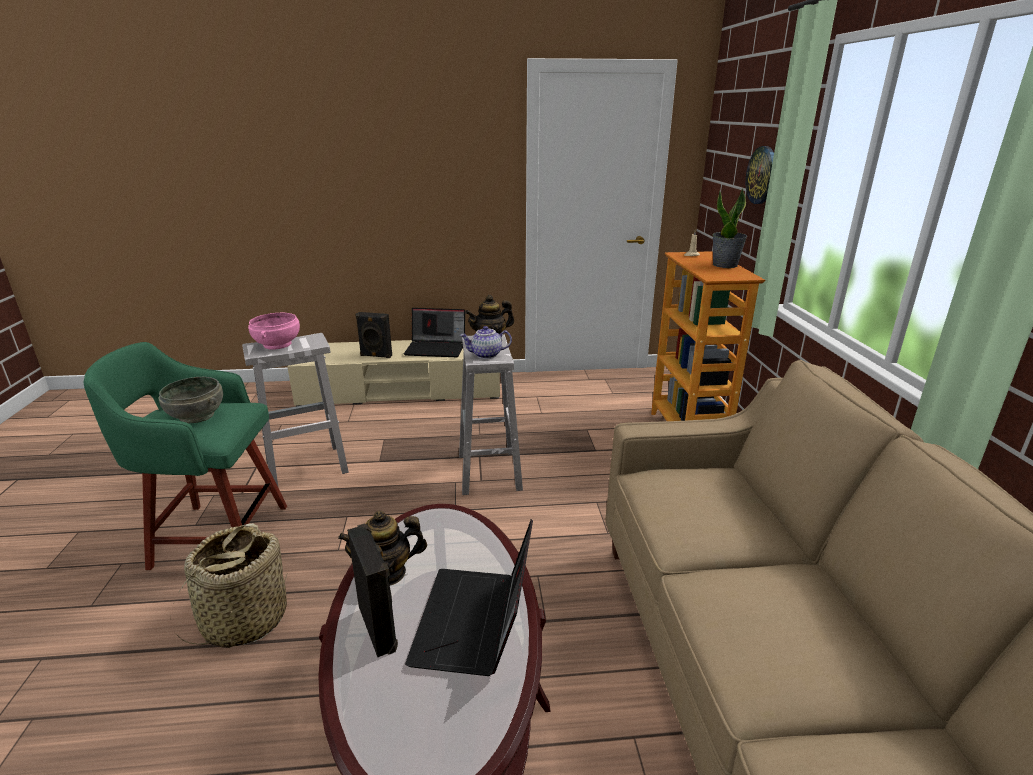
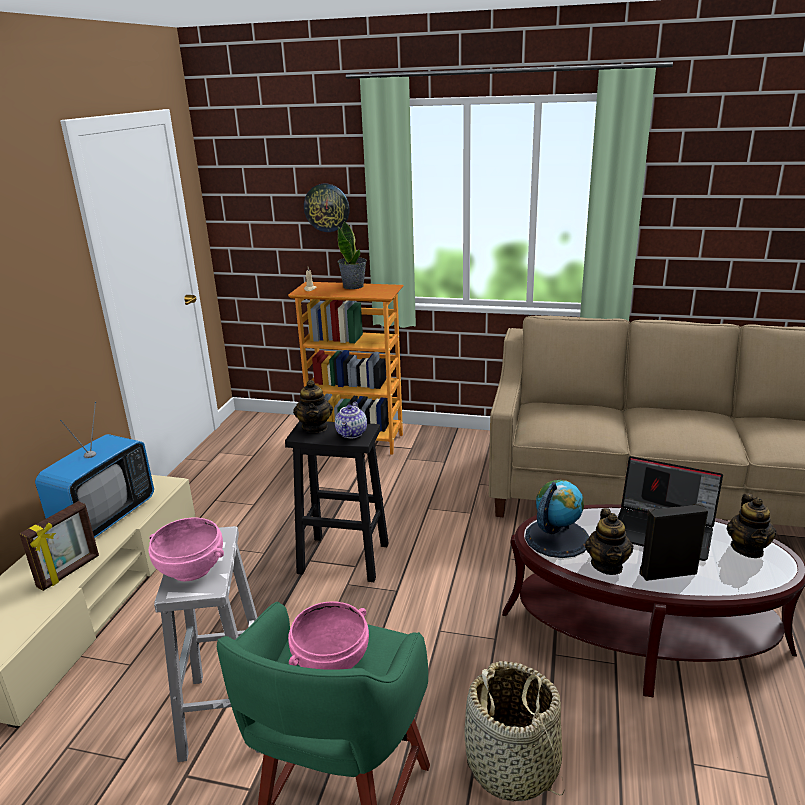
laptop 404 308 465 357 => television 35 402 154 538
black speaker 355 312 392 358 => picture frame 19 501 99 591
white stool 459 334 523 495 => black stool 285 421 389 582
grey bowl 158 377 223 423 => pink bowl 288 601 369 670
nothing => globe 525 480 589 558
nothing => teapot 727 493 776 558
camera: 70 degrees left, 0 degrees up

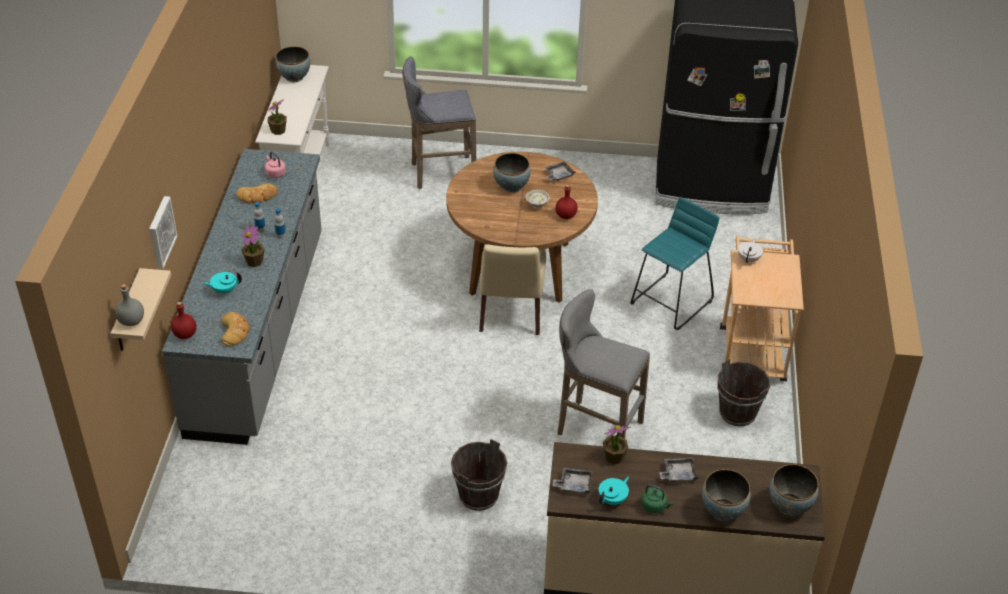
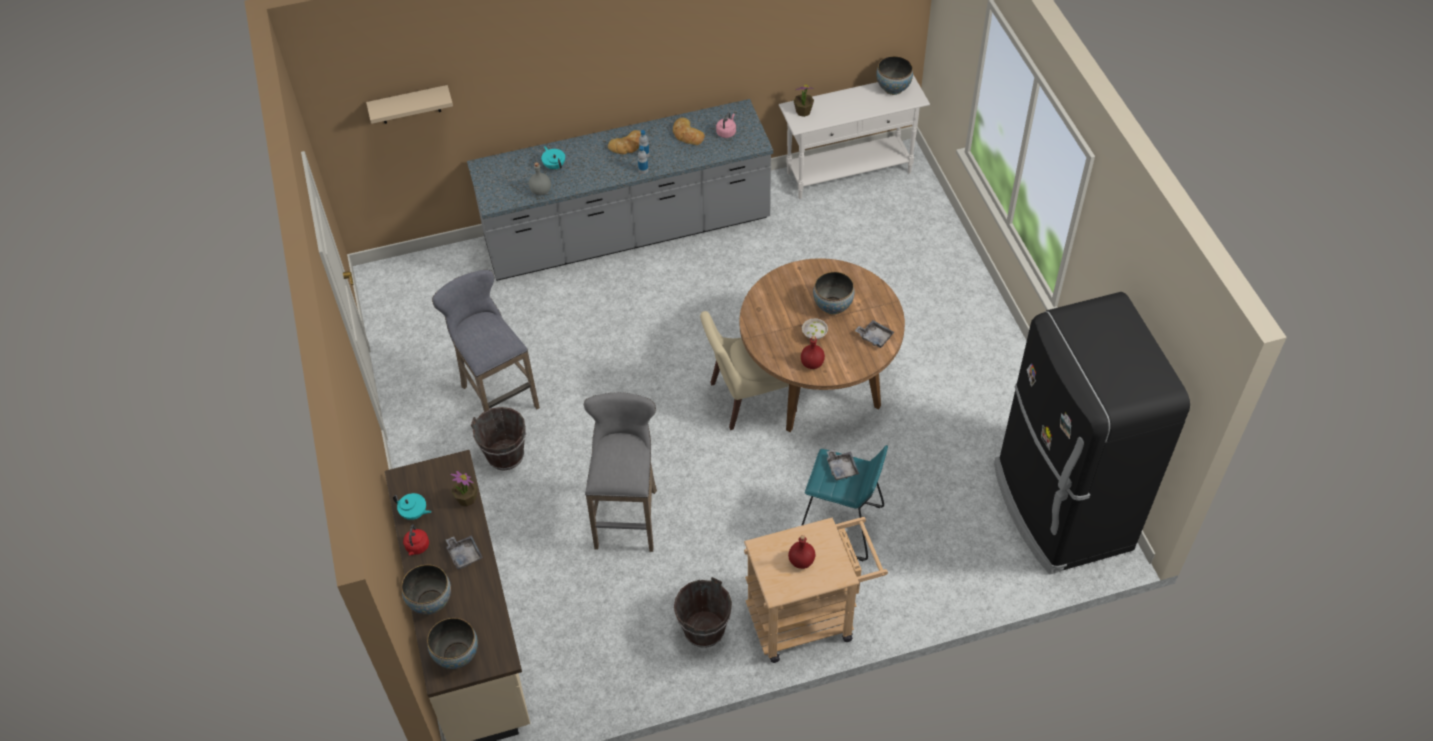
grey stool 402 56 476 189 => grey stool 432 270 540 412, moved
picture 149 196 177 269 => nothing
potted plant 241 225 265 267 => nothing
white teapot 738 238 763 263 => nothing
grey bottle 115 284 144 326 => grey bottle 529 162 551 196, moved
red bottle 171 302 197 339 => red bottle 788 535 815 569, moved
bread 221 312 250 347 => bread 608 130 641 154, moved
grey tray 553 467 593 494 => grey tray 826 450 859 480, moved
green kettle 641 484 674 514 => red kettle 403 524 429 555
camera: 70 degrees right, 10 degrees up

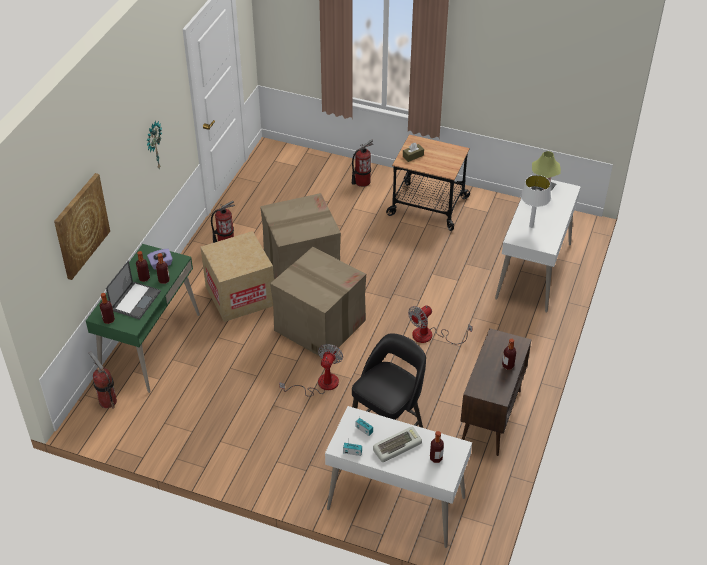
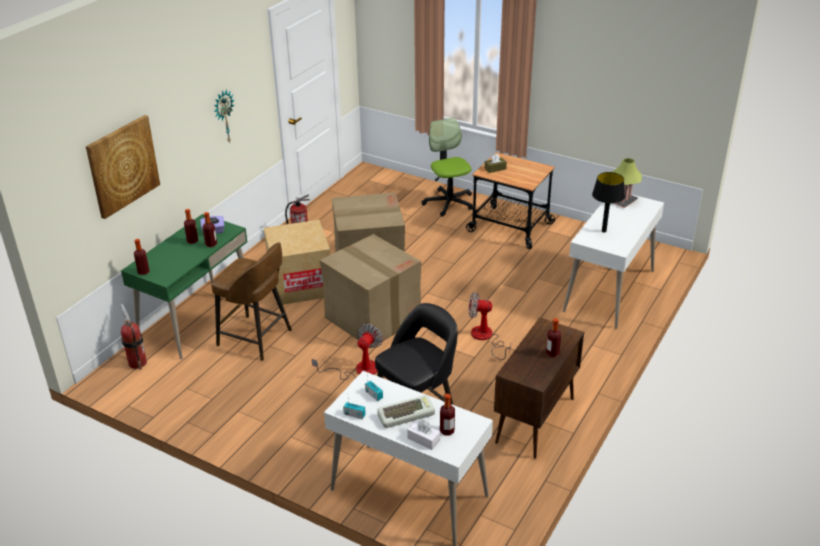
fire extinguisher 352 140 374 187 => office chair 422 118 473 216
white table lamp 521 175 551 228 => black table lamp 592 172 625 233
laptop 106 260 161 320 => nothing
fan 408 305 473 344 => fan 469 292 511 360, 45 degrees clockwise
nothing => brown stool 211 242 292 361
nothing => white tissue box 407 420 440 450
camera: 10 degrees right, 10 degrees down

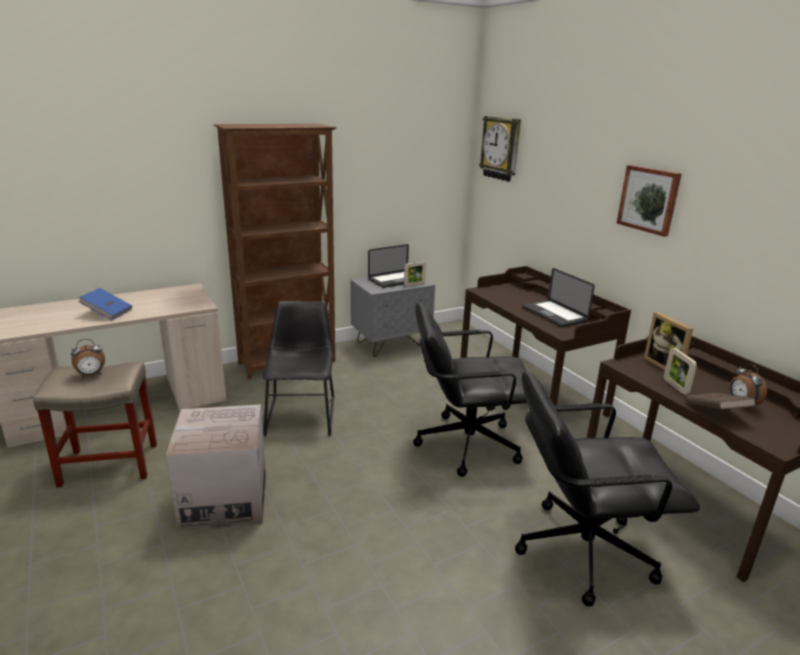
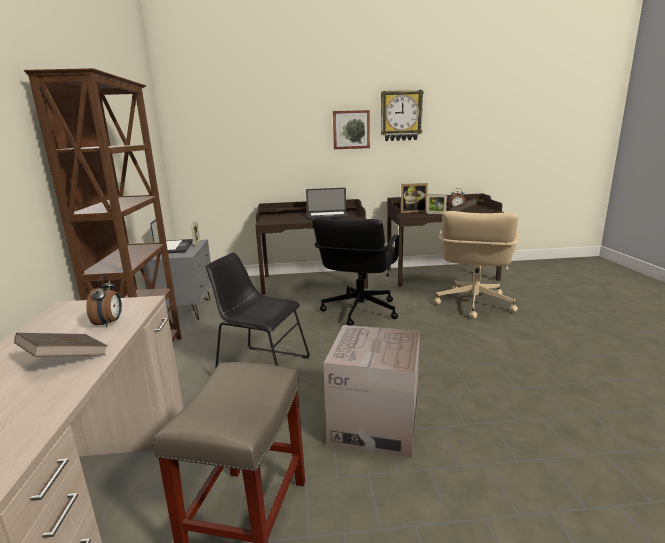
wall clock 479 116 521 182 => wall clock 381 90 424 141, moved
blue book 78 288 132 320 => brown book 14 333 108 357
alarm clock 71 339 105 377 => alarm clock 86 276 122 327, moved
black office chair 515 371 700 606 => beige office chair 434 211 520 318
camera: 65 degrees left, 5 degrees down

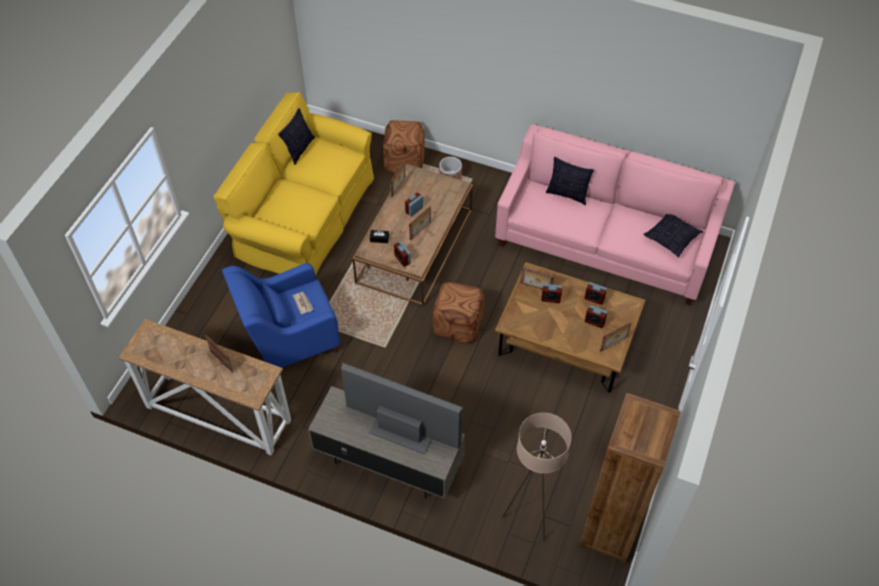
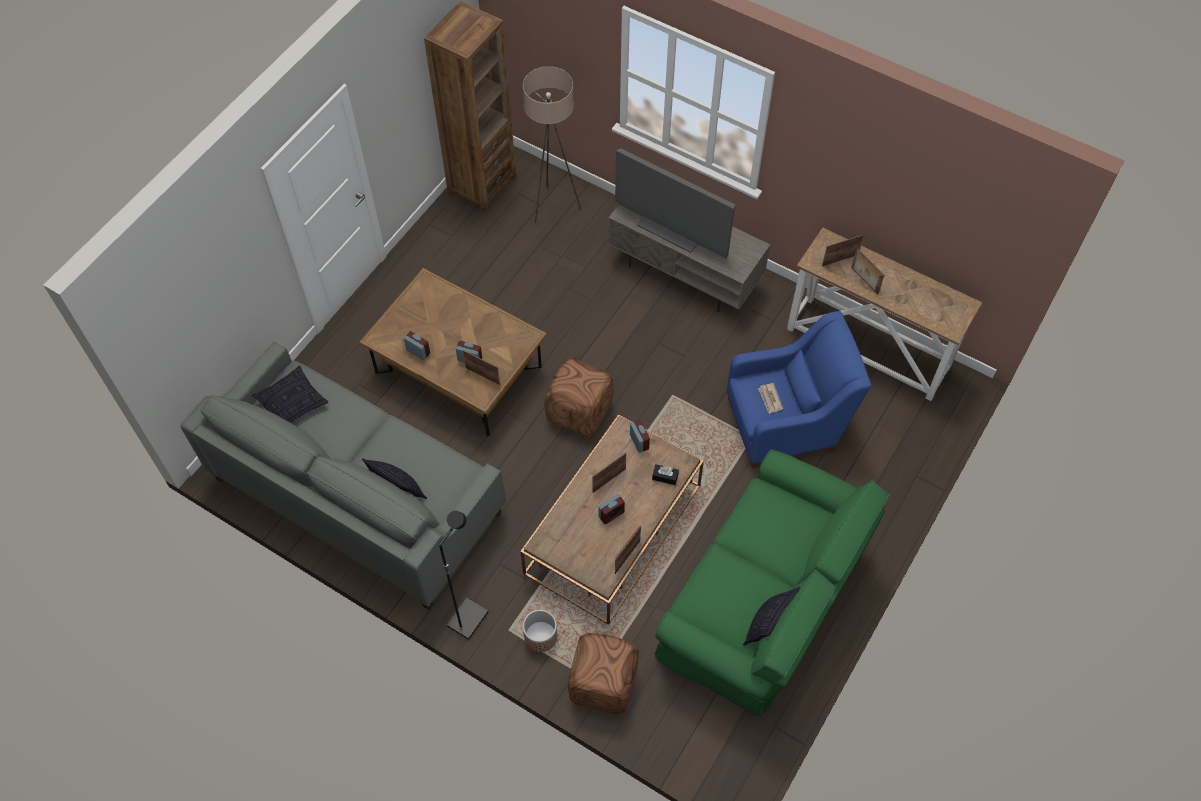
yellow sofa 214 92 374 276 => green sofa 655 449 890 717
pink sofa 495 124 735 305 => grey sofa 181 342 506 610
alarm clock 585 305 608 328 => nothing
picture frame 600 322 632 352 => picture frame 822 234 864 266, moved
nothing => black floor lamp 439 511 488 640
camera: 170 degrees left, 5 degrees up

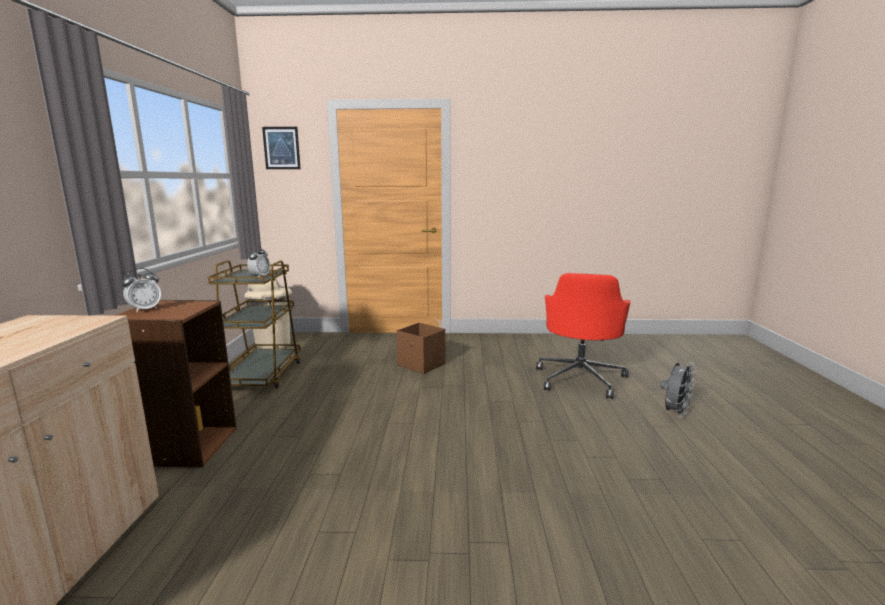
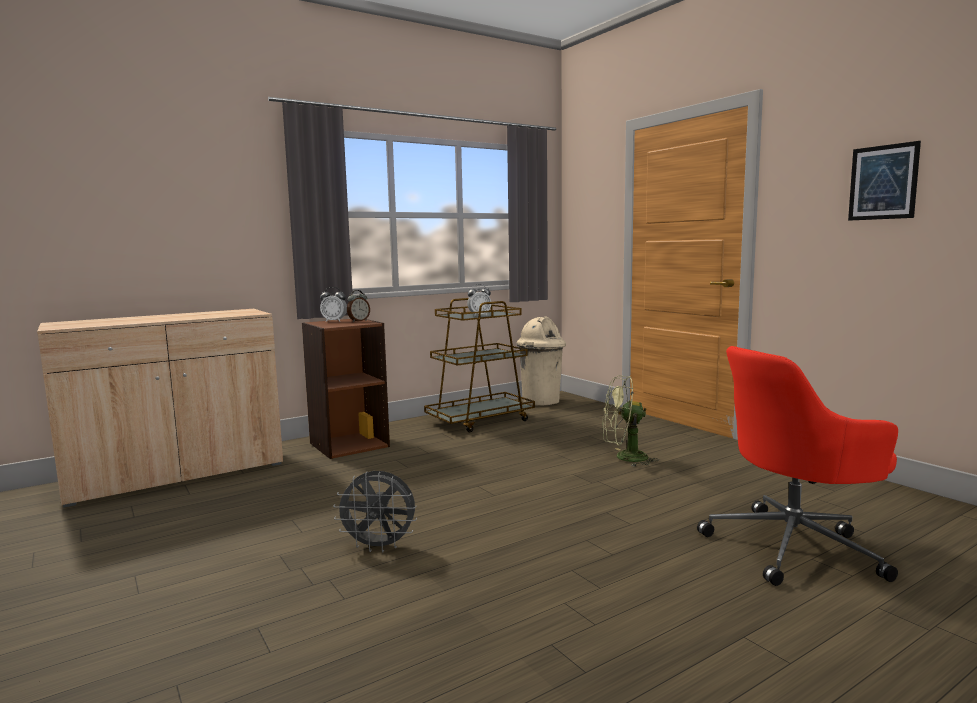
picture 262 127 301 169 => picture 848 141 921 221, moved
brown storage box 396 323 445 374 => green fan 602 375 659 467
grey fan 660 362 696 418 => grey fan 333 471 417 552, moved
nothing => alarm clock 347 290 370 322
camera: 55 degrees right, 5 degrees down

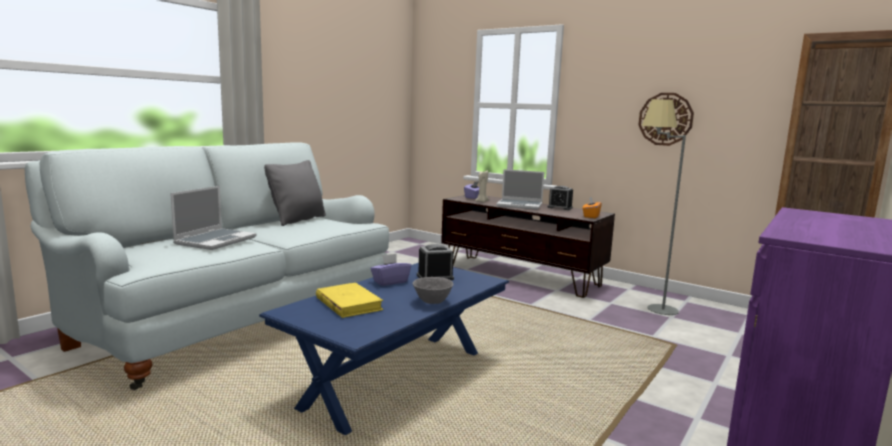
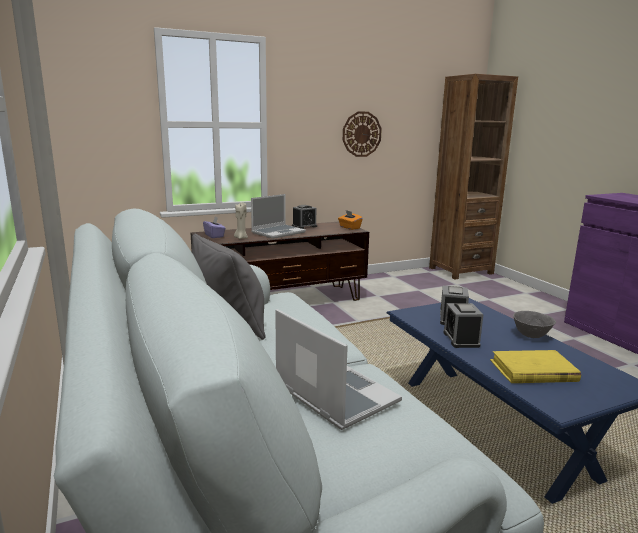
grey floor lamp 642 99 686 315 => nothing
purple tissue box 370 254 411 286 => alarm clock 443 303 484 348
camera: 60 degrees left, 5 degrees up

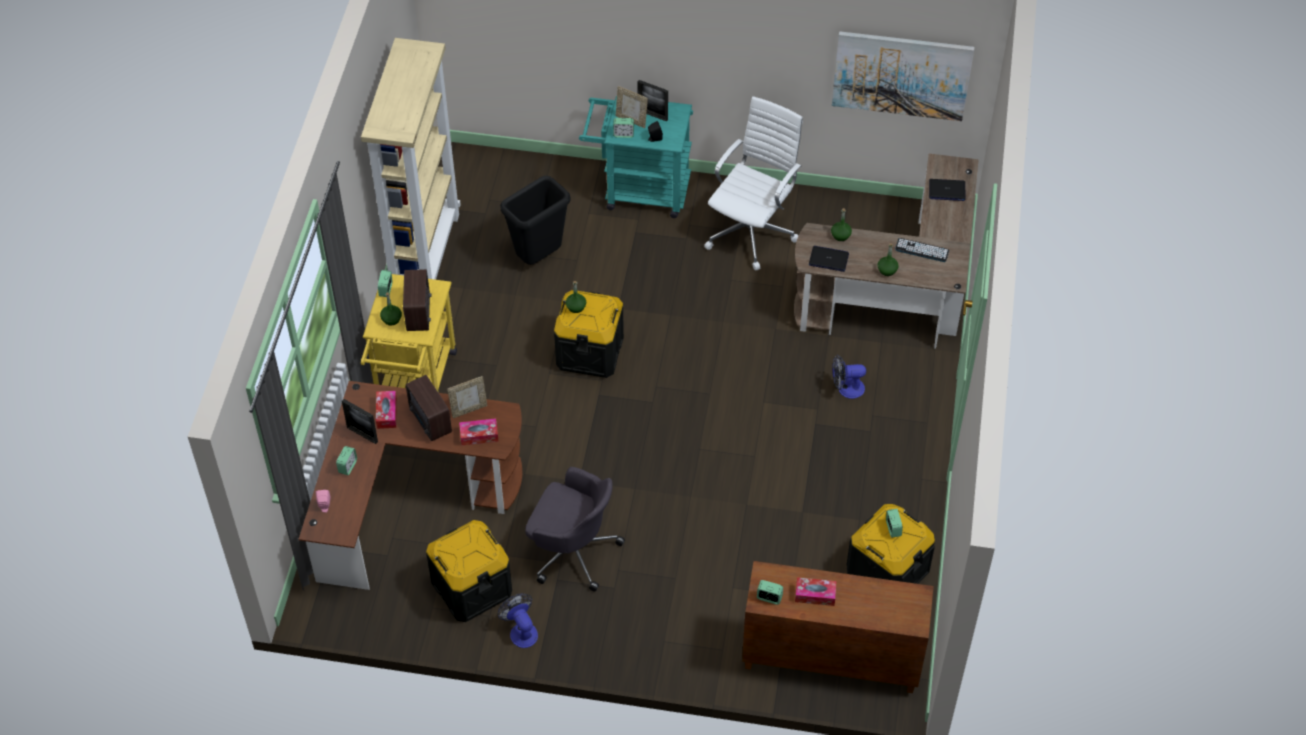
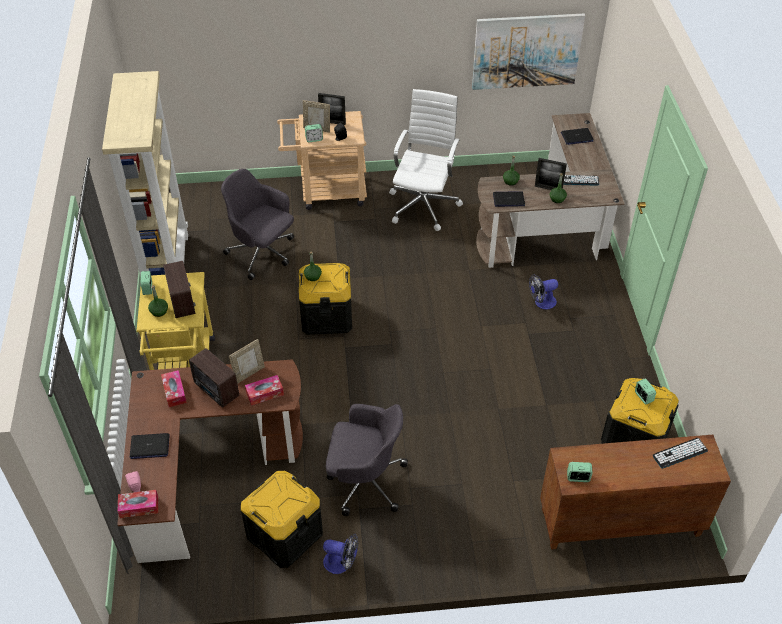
turquoise cart 579 96 693 218 => beige cart 277 111 367 210
black trash can 500 175 570 265 => grey office chair 221 169 294 280
picture frame 342 399 378 444 => picture frame 535 158 567 190, moved
alarm clock 336 446 357 475 => laptop 130 433 170 459
tissue box 795 577 837 606 => tissue box 117 490 158 518, moved
fan 498 594 538 648 => fan 323 534 358 574, 150 degrees clockwise
nothing => keyboard 653 438 708 469
camera: 15 degrees left, 5 degrees down

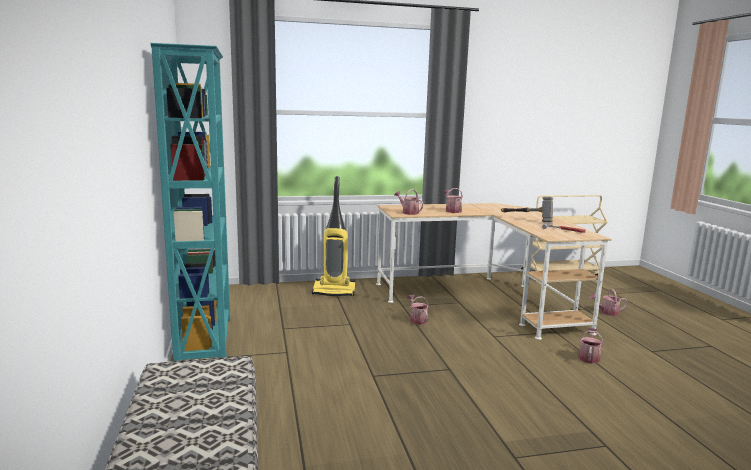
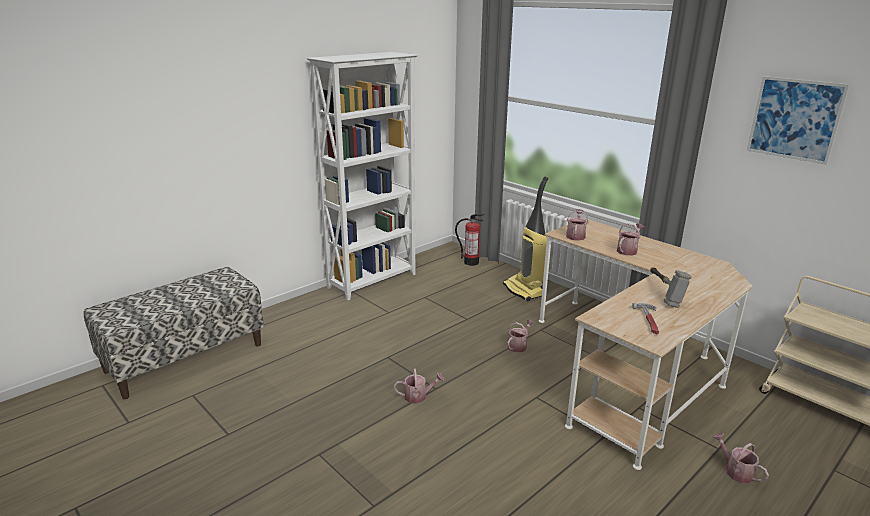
turquoise bookcase 150 43 230 361 => white bookcase 307 52 419 301
watering can 578 328 603 364 => watering can 394 369 444 404, moved
nothing => picture 747 76 850 165
nothing => fire extinguisher 455 214 484 266
camera: 60 degrees right, 10 degrees up

